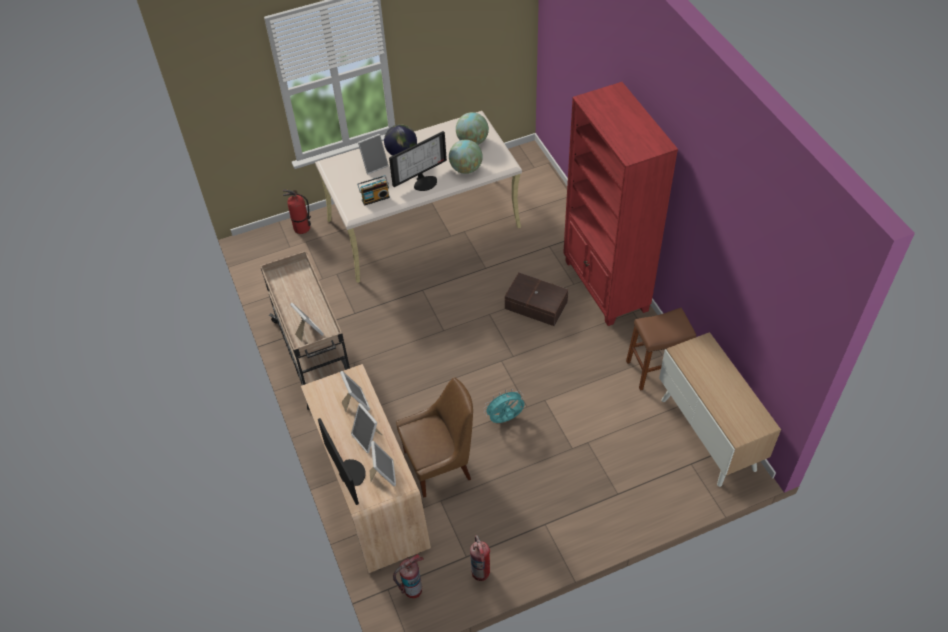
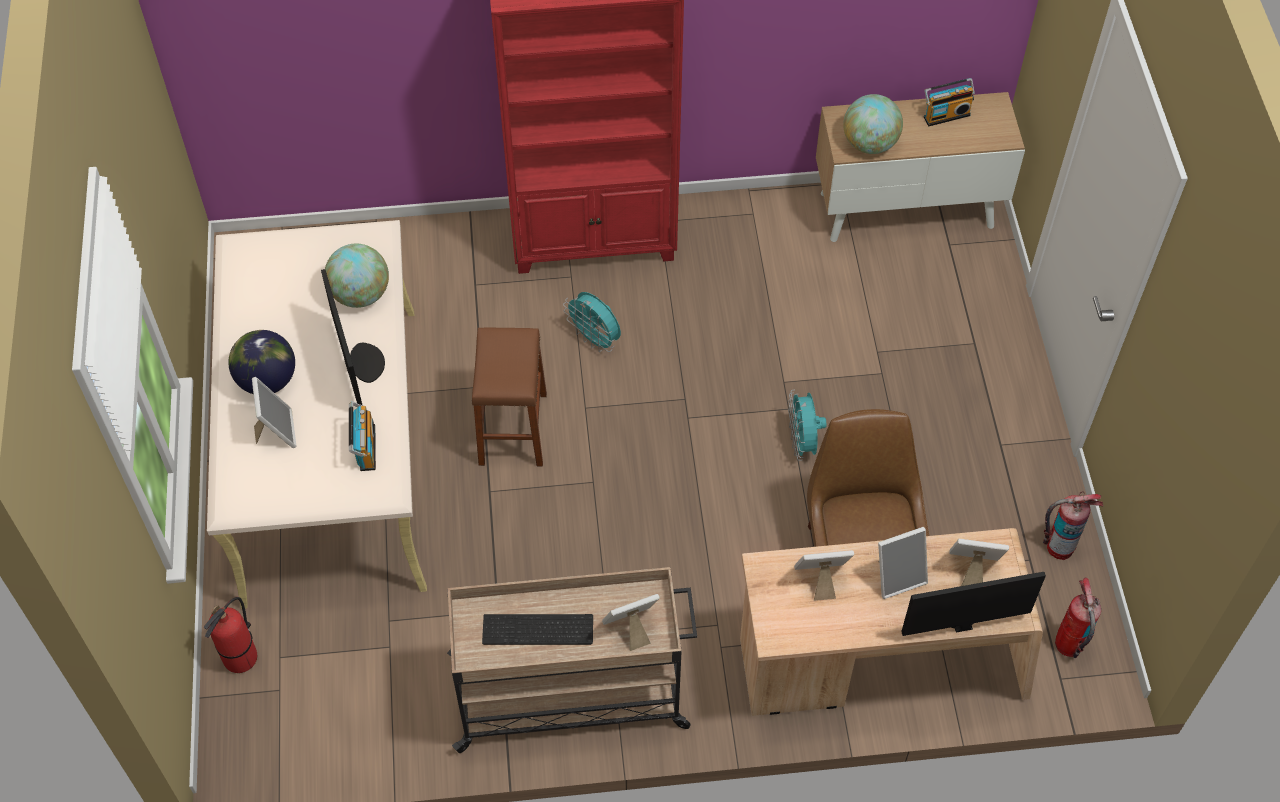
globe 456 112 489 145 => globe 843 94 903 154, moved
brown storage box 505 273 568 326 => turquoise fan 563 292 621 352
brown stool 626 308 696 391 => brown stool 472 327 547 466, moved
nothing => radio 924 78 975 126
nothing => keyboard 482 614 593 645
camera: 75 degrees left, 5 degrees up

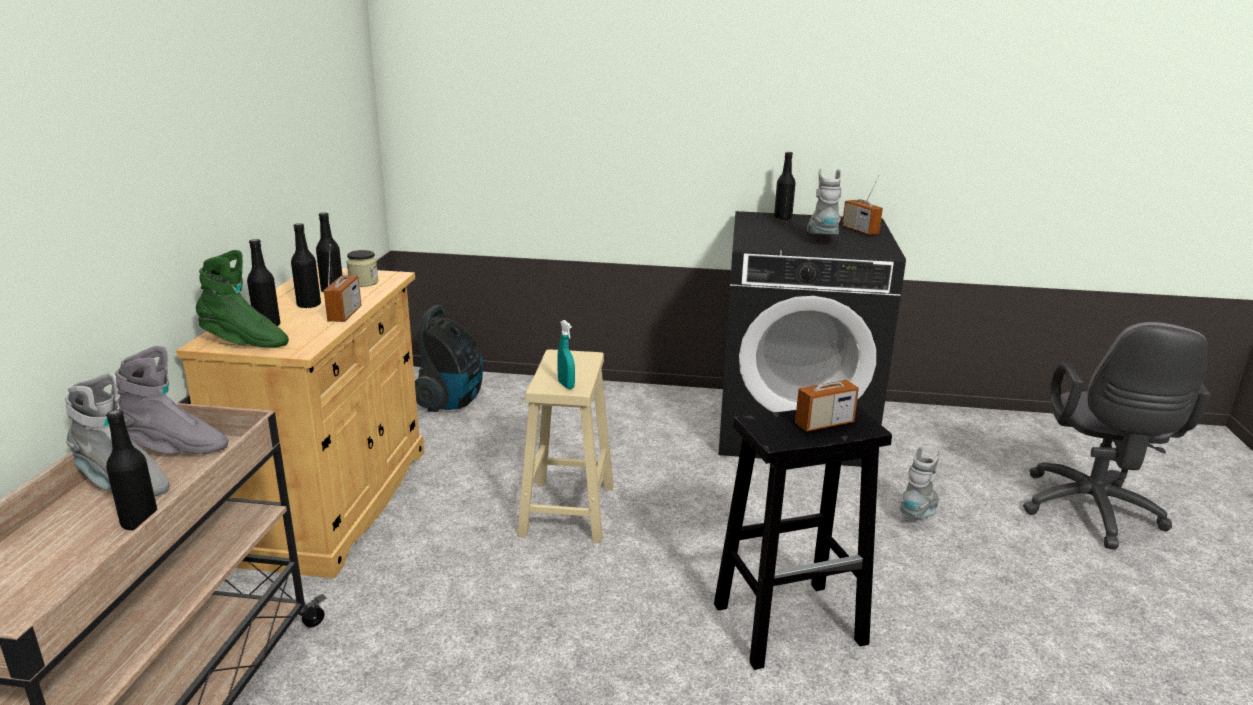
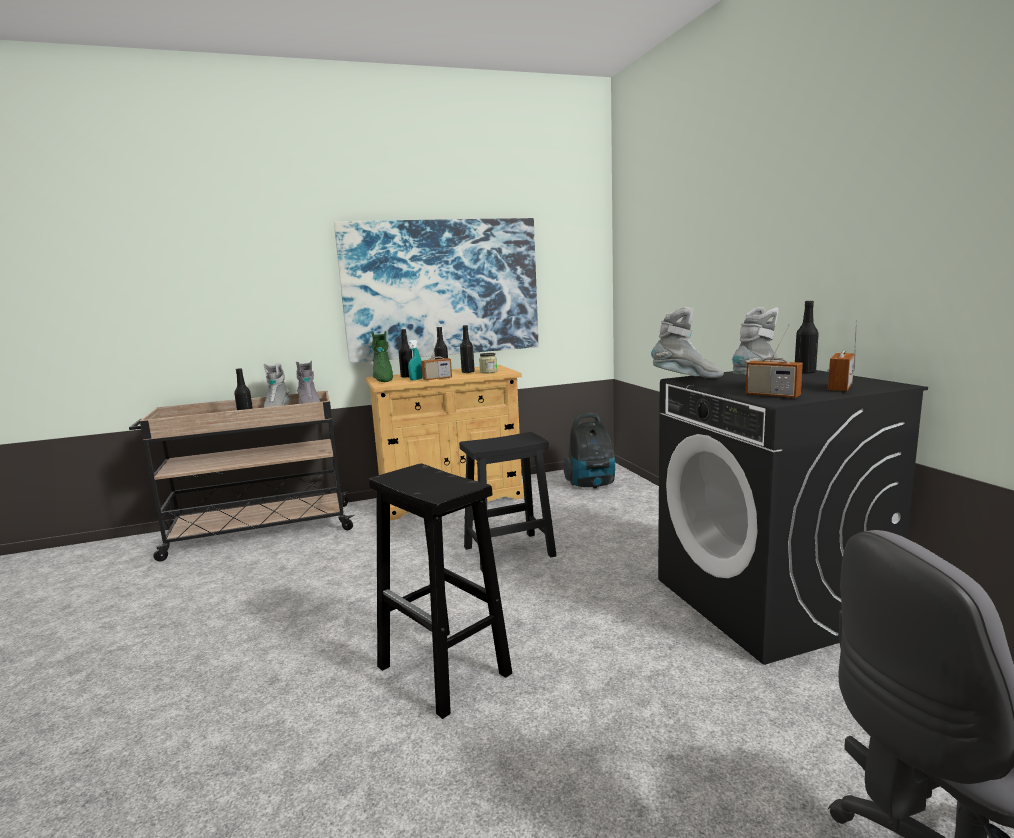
turquoise spray bottle 557 320 575 389 => turquoise spray bottle 408 340 423 380, moved
radio 795 341 859 432 => radio 746 324 803 399, moved
beige stool 518 349 614 543 => black stool 459 432 557 571
grey boot 900 445 941 518 => grey boot 651 307 724 378, moved
nothing => picture 334 218 538 363
camera: 65 degrees right, 10 degrees down

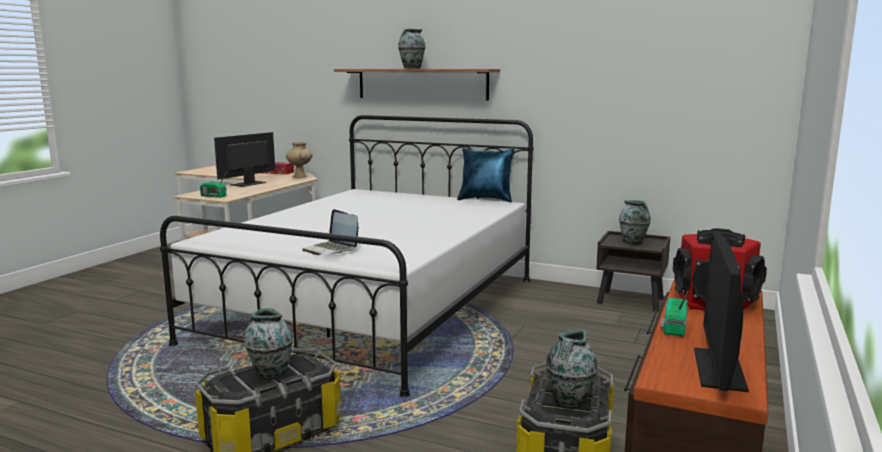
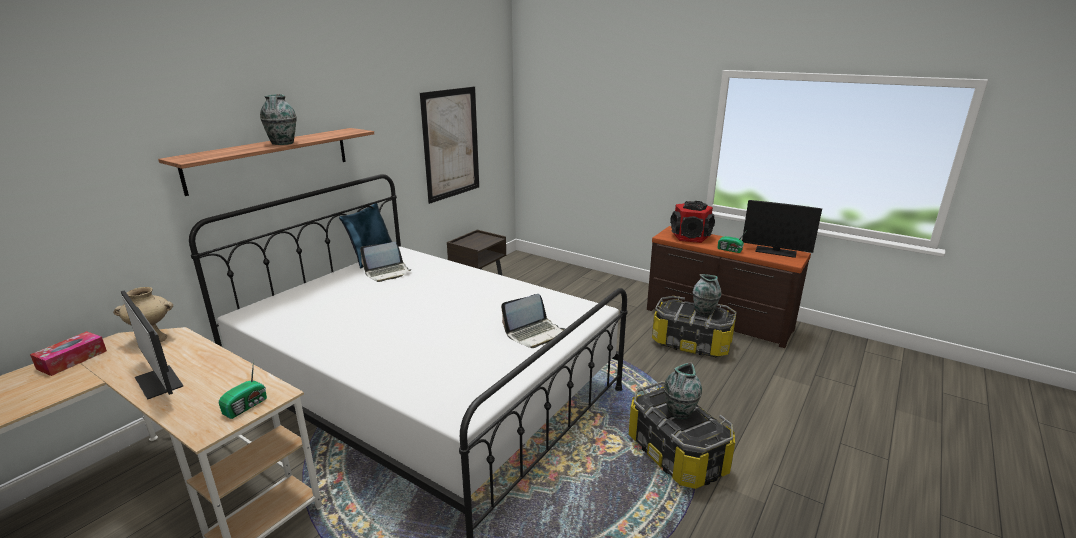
vase 619 200 651 245 => nothing
nothing => picture 420 87 479 204
nothing => laptop 360 242 412 282
camera: 80 degrees left, 10 degrees up

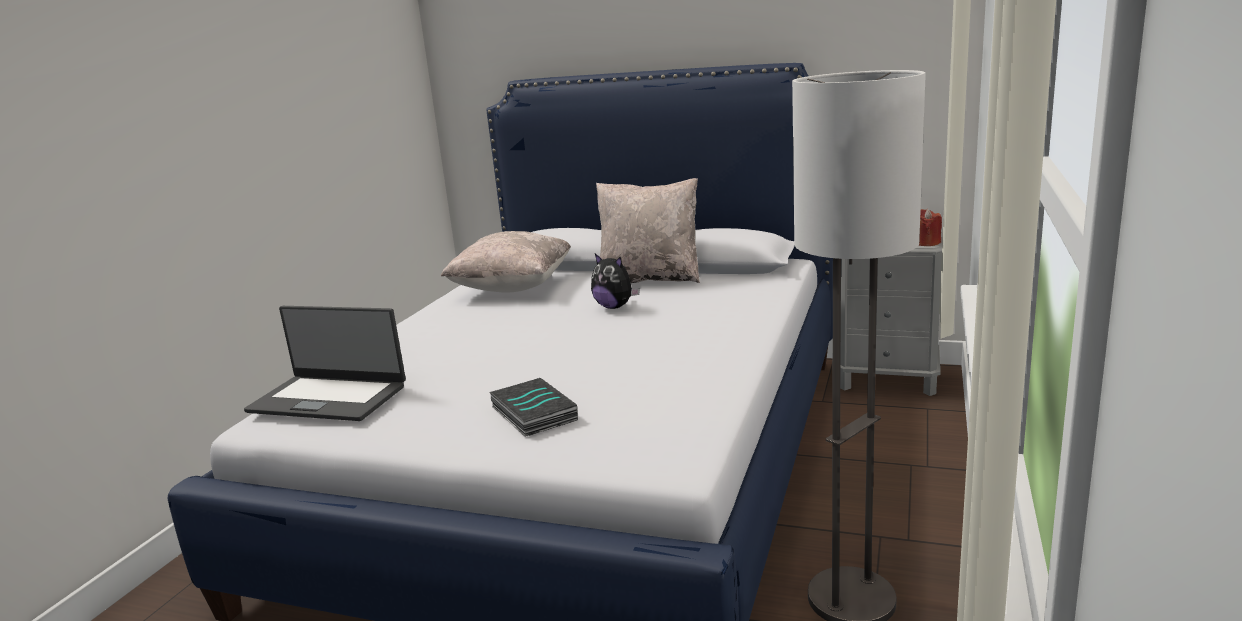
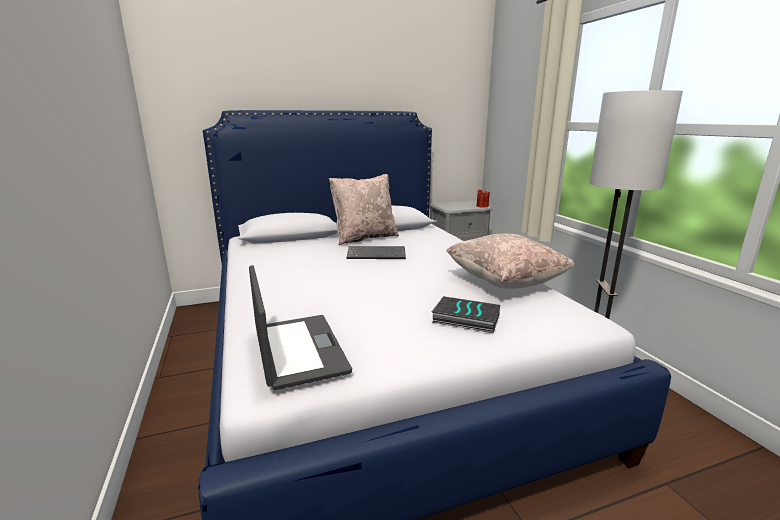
beige pillow 441 231 571 293 => beige pillow 446 233 576 289, moved
plush toy 591 254 640 309 => keyboard 347 246 406 259
laptop 244 306 406 421 => laptop 249 265 352 390, 90 degrees counterclockwise
camera: 40 degrees left, 0 degrees up

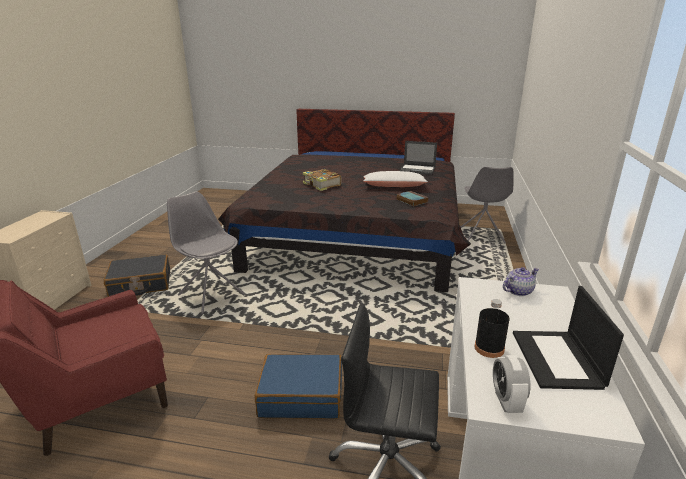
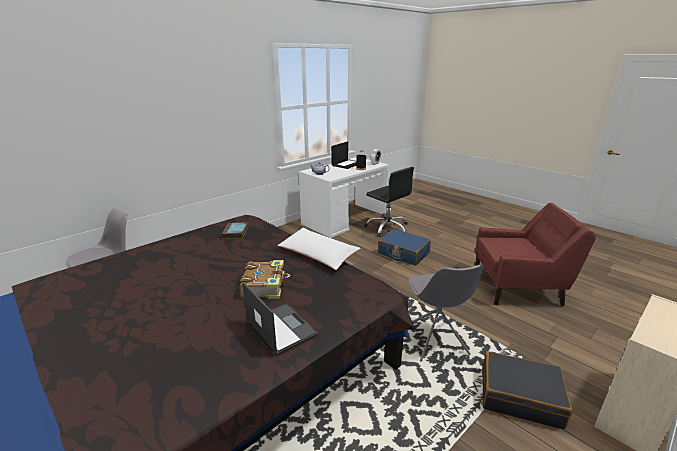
laptop 400 141 437 175 => laptop 242 282 318 356, moved
white pillow 363 171 428 187 => white pillow 277 228 361 270, moved
camera: 145 degrees left, 0 degrees up

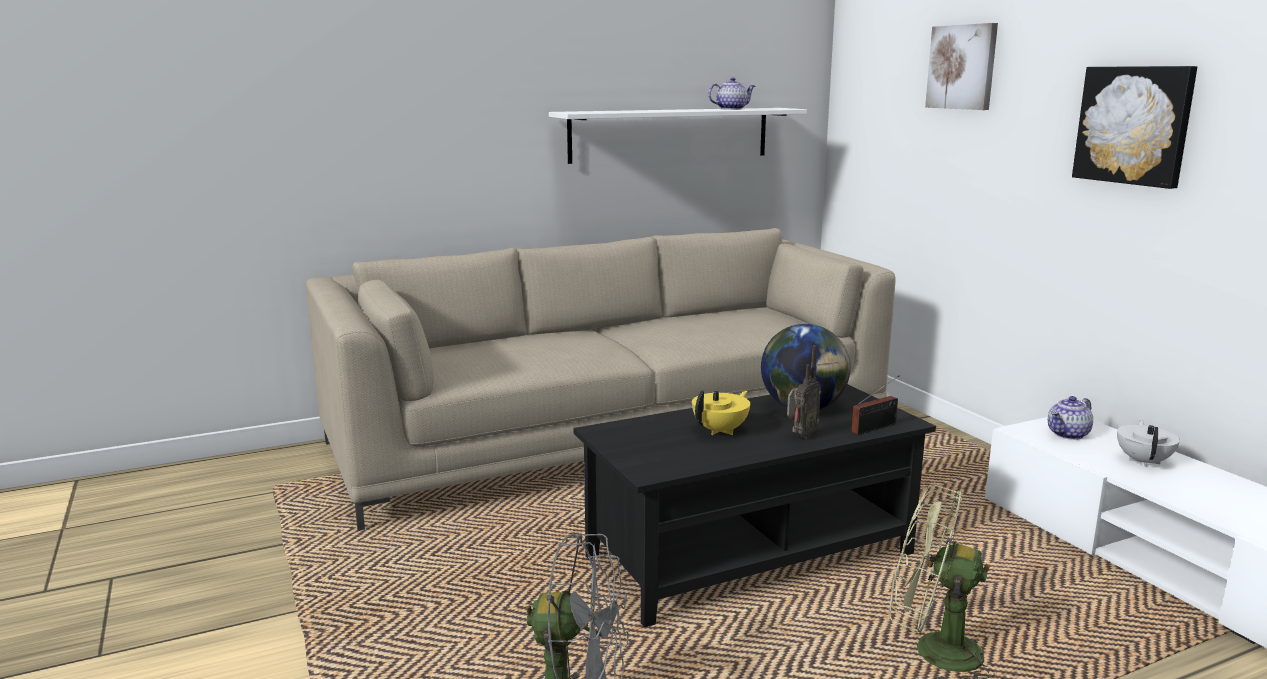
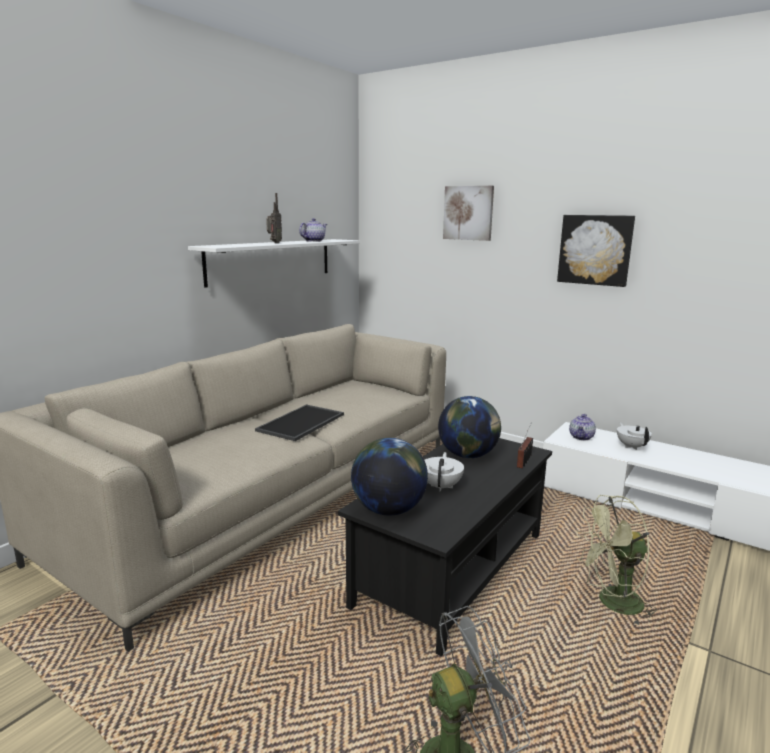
radio 787 345 821 438 => radio 266 193 282 243, moved
yellow teapot 692 390 750 435 => white teapot 425 452 464 492
nothing => tray 255 404 344 441
nothing => globe 351 438 428 516
camera: 30 degrees left, 0 degrees up

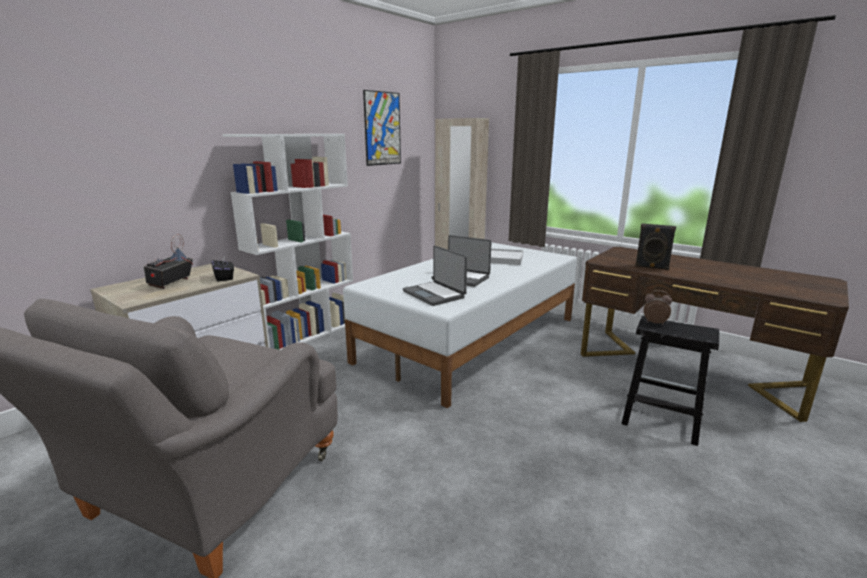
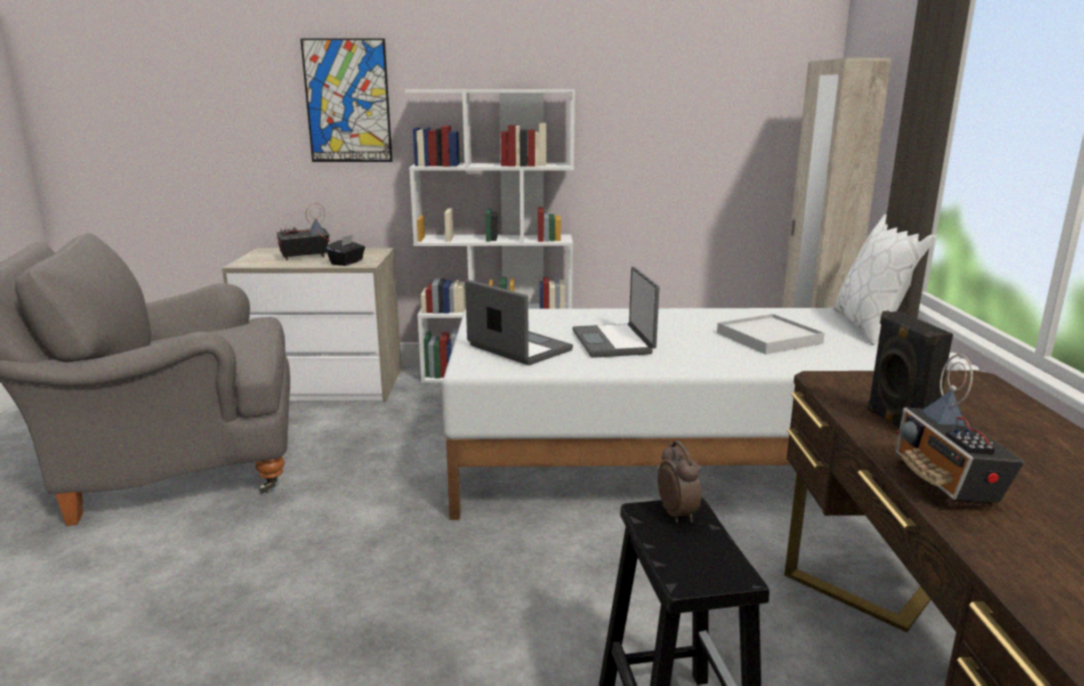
picture 363 90 401 166 => picture 300 38 392 162, moved
laptop 403 246 467 306 => laptop 465 280 573 365, 120 degrees clockwise
nothing => white pillow 833 214 936 345
nothing => radio 895 354 1024 508
camera: 50 degrees right, 0 degrees up

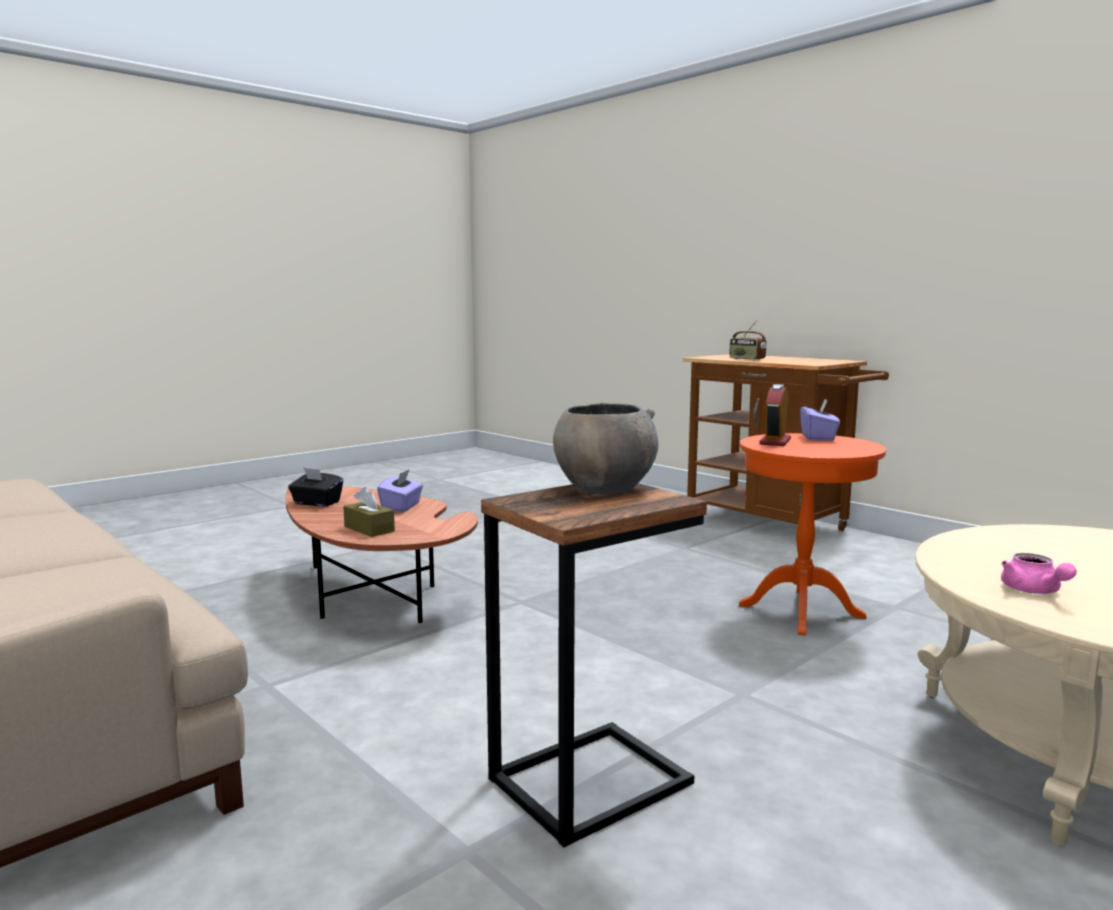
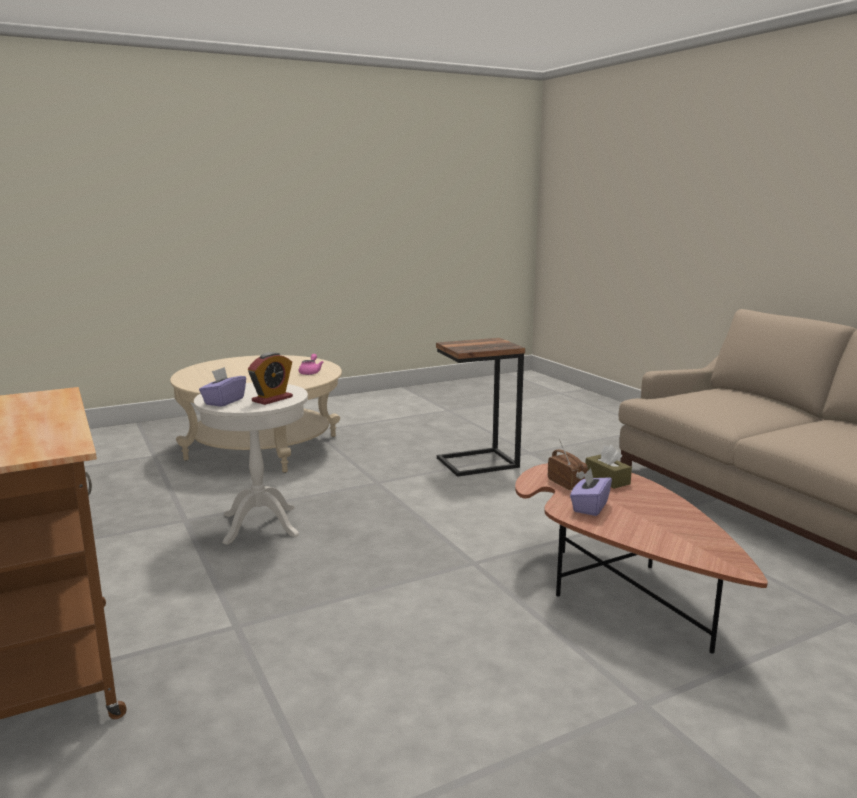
radio 729 320 766 360 => radio 548 439 588 490, moved
grey bowl 553 402 658 494 => nothing
orange side table 739 433 886 636 => white side table 194 383 308 545
black tissue box 288 467 343 507 => nothing
camera: 165 degrees left, 5 degrees up

